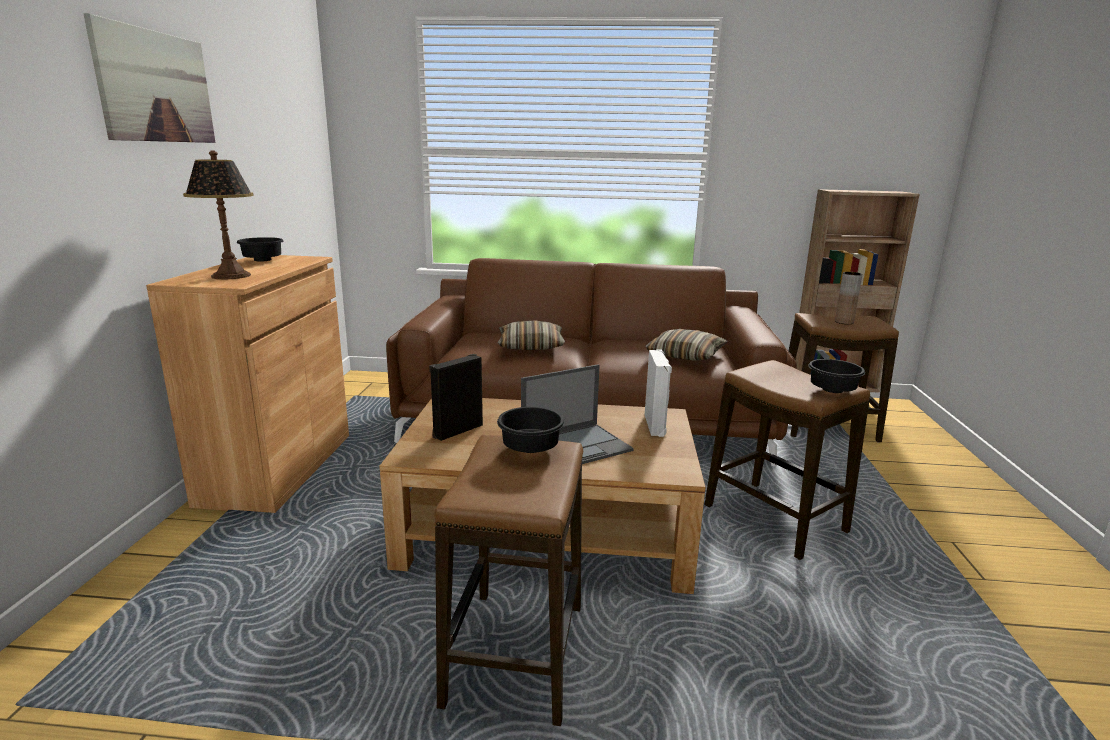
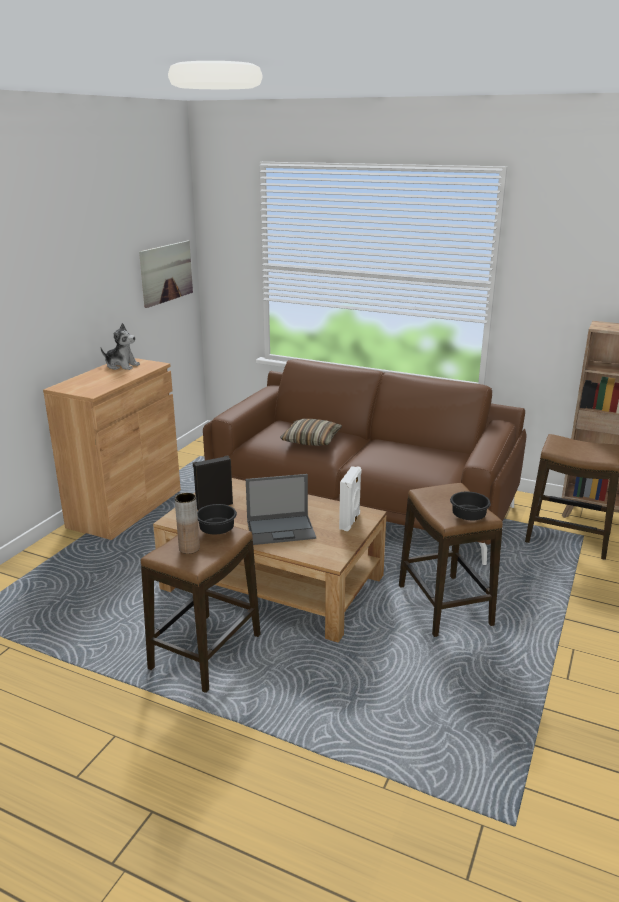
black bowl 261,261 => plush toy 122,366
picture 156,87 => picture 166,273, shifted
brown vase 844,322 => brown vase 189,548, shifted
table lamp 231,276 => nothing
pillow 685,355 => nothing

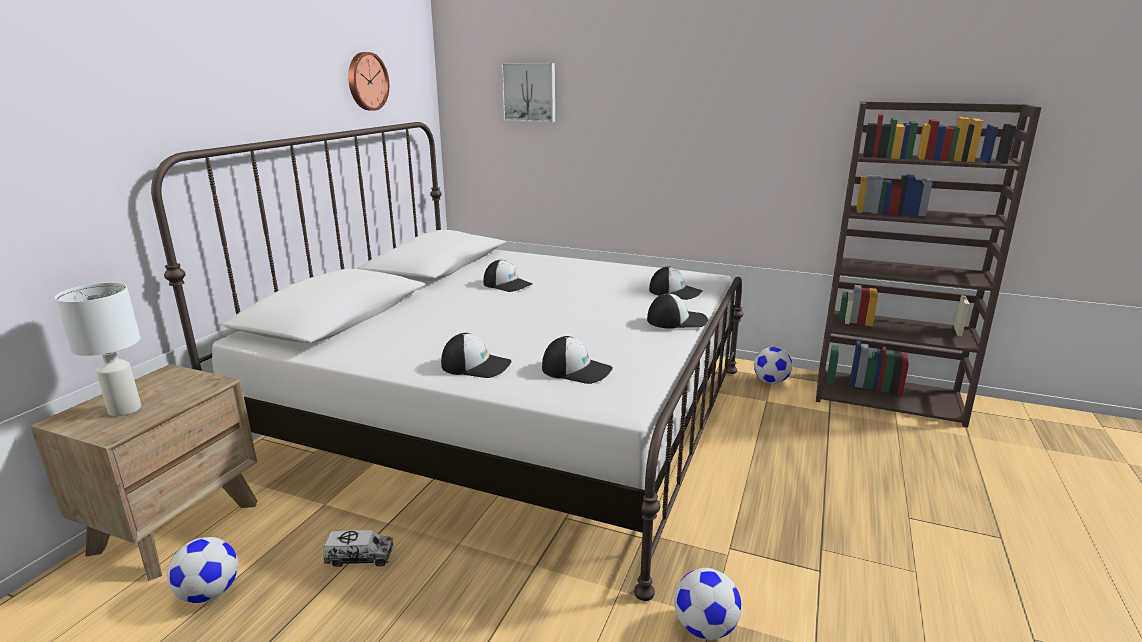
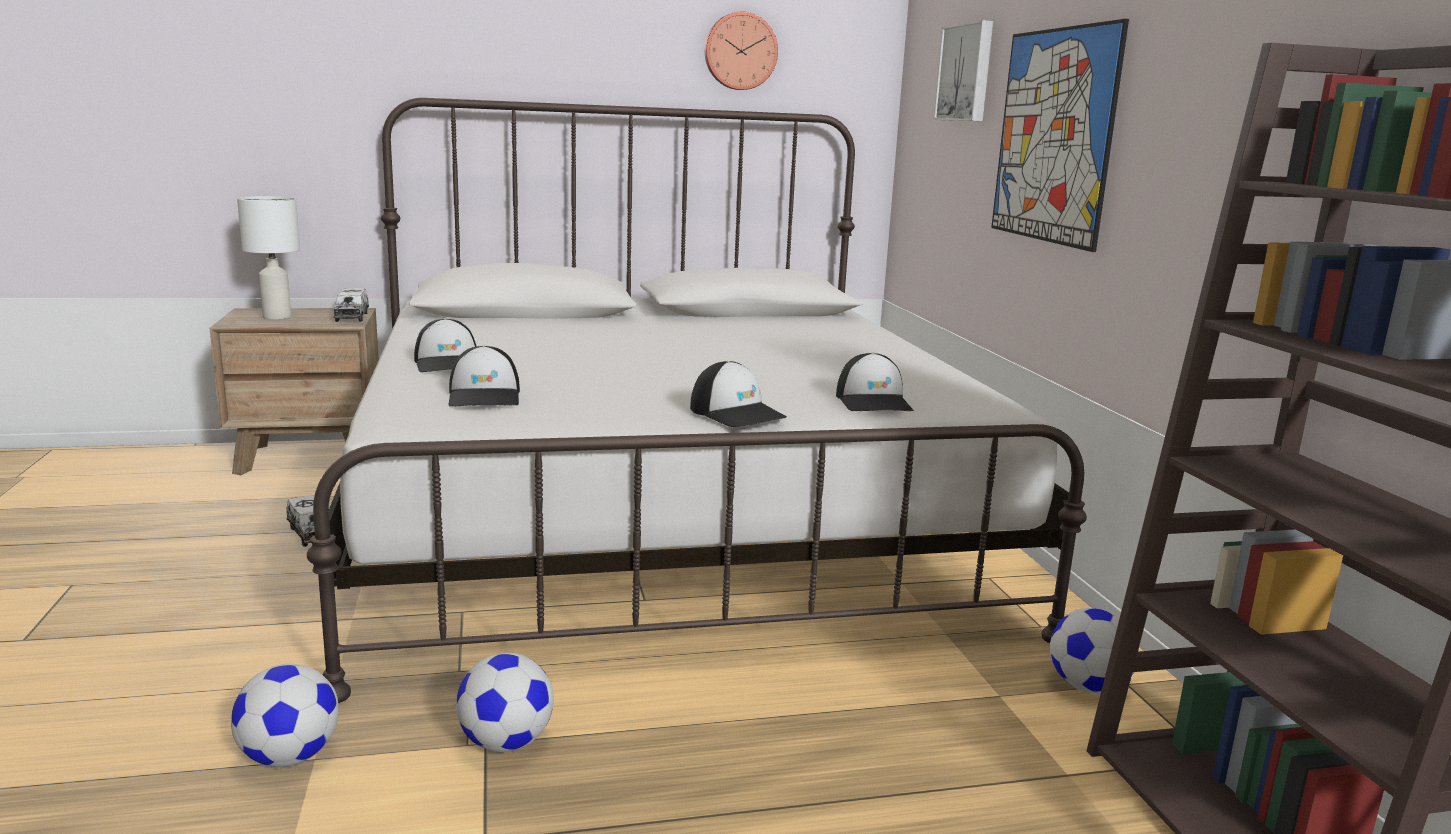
nothing => toy truck 352,316
football 209,593 => football 506,742, shifted
nothing => picture 1053,136
cap 507,284 => nothing

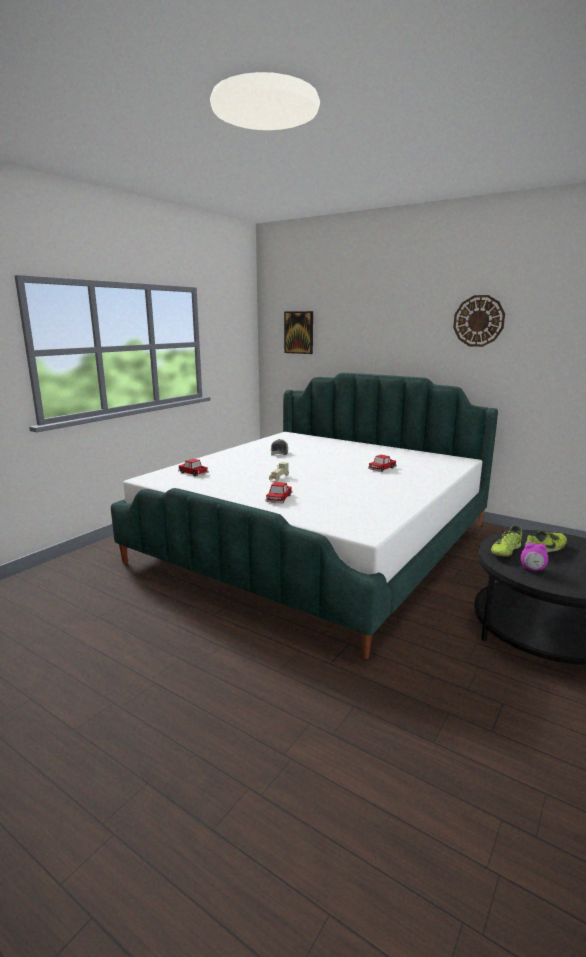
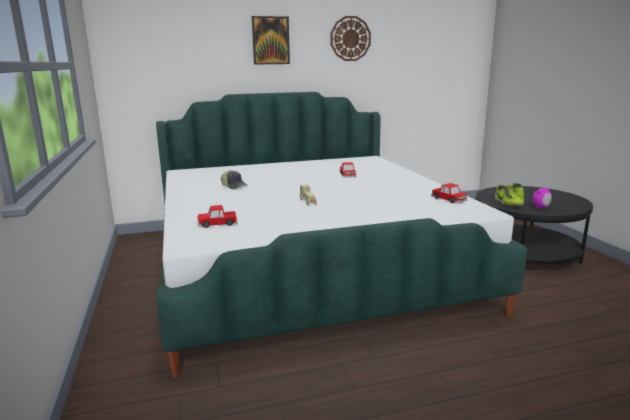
picture 299,332 => picture 270,40, shifted
toy car 279,498 => toy car 449,199, shifted

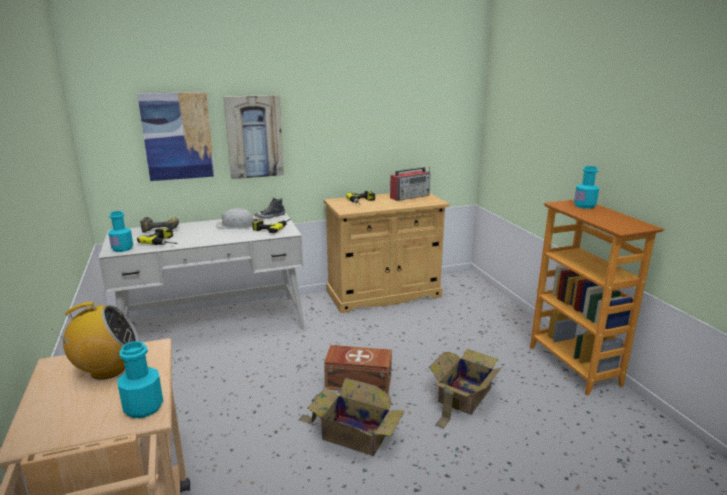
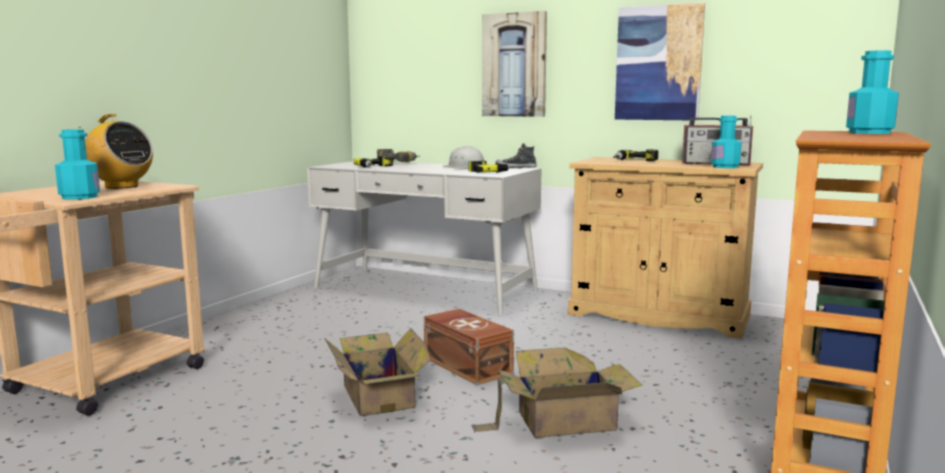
picture 178,136 => picture 658,63, shifted
turquoise bottle 122,248 => turquoise bottle 725,167, shifted

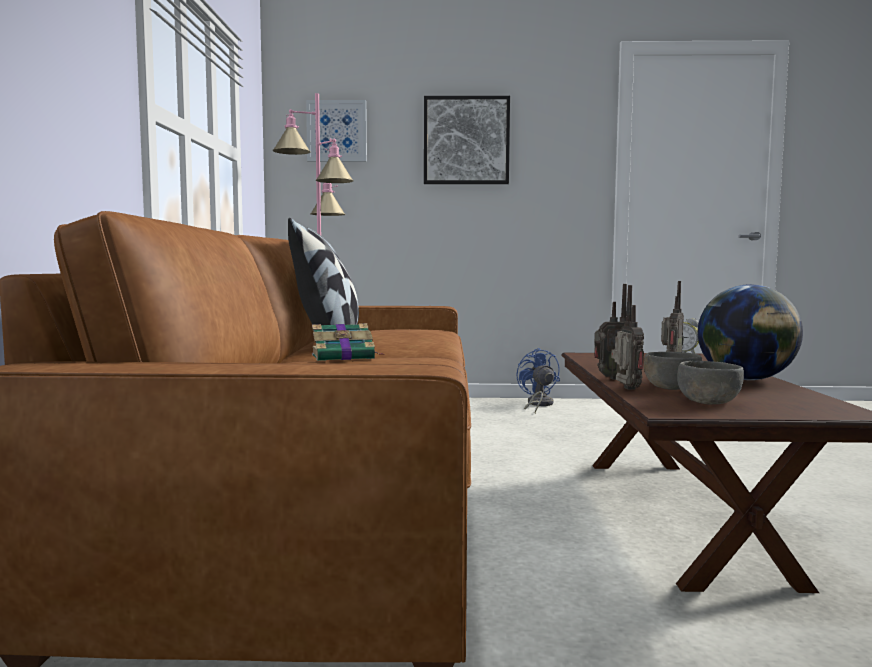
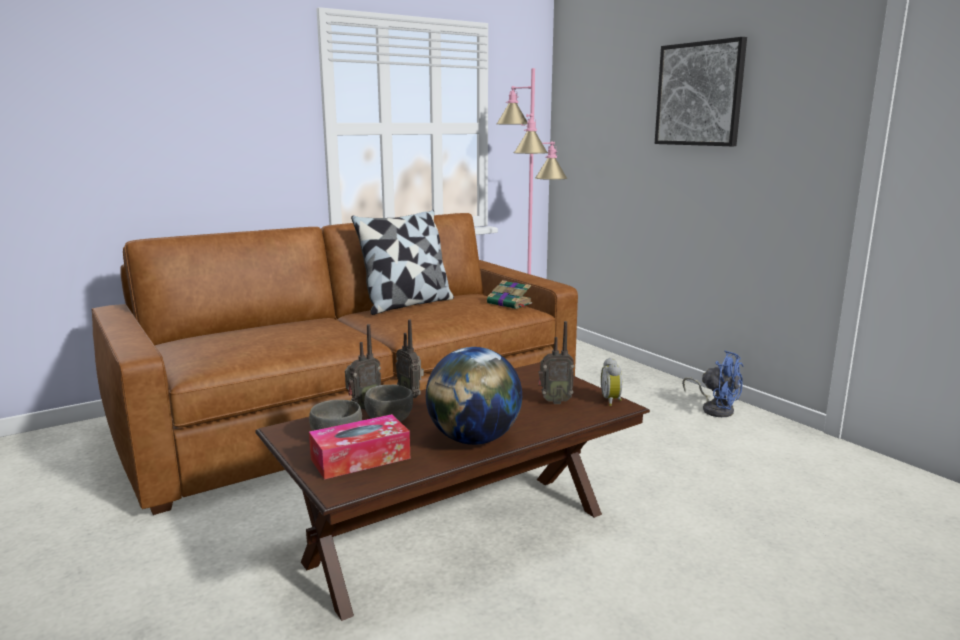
nothing => tissue box 360,459
book 344,357 => book 510,303, shifted
blue fan 538,404 => blue fan 715,409, 90 degrees clockwise
picture 337,131 => nothing

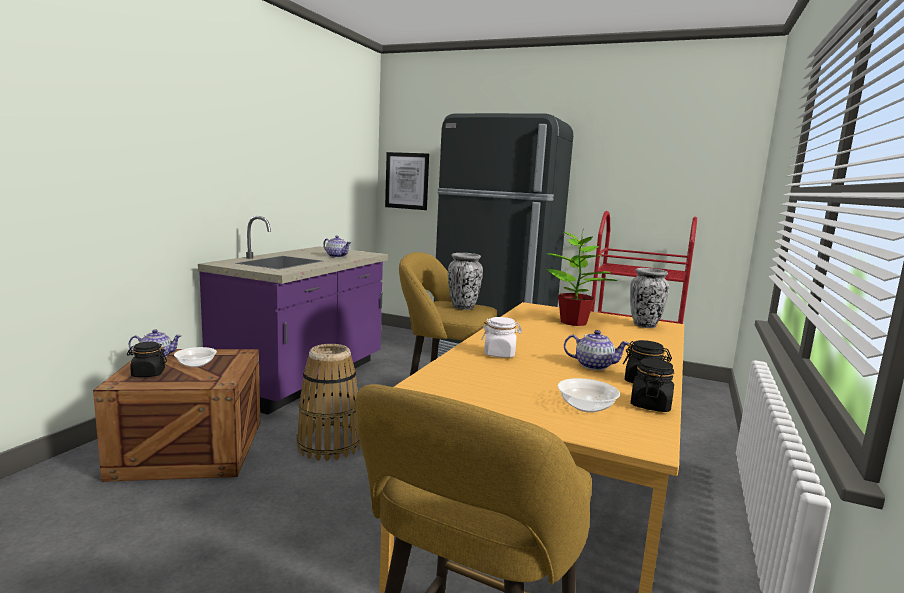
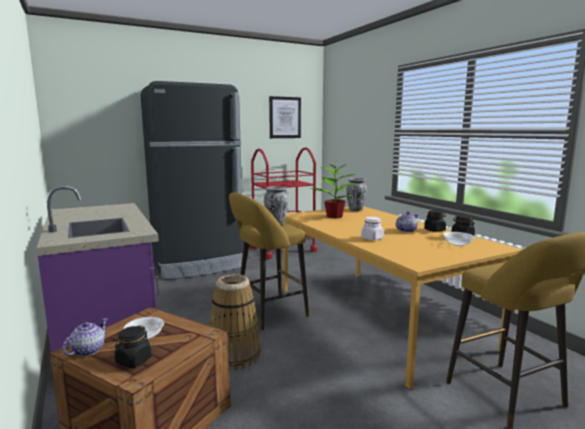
picture 407,181 => picture 285,117, shifted
teapot 336,256 => nothing

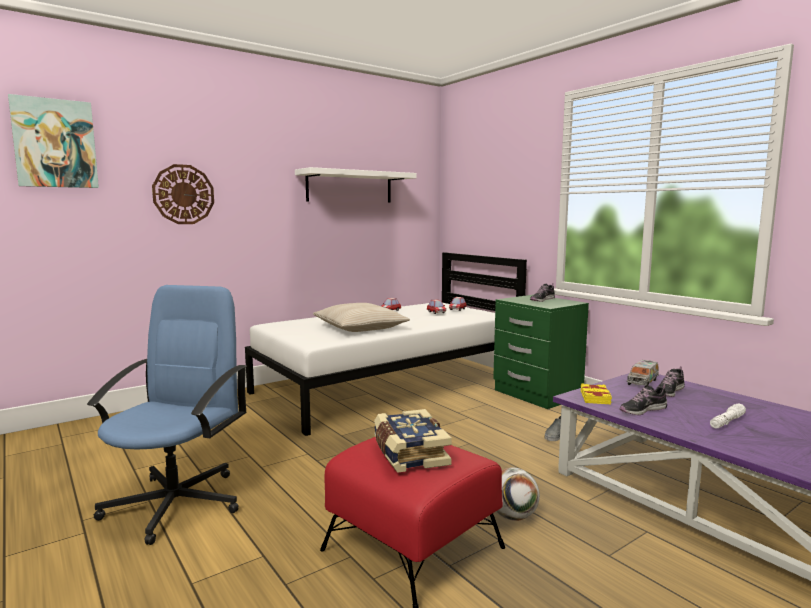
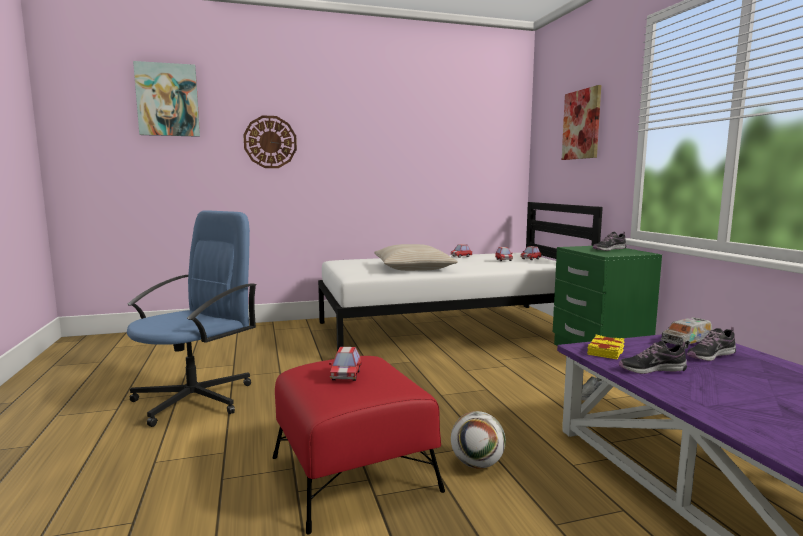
book 408,453 => toy car 346,375
nothing => picture 581,124
white shelf 350,187 => nothing
white flashlight 727,422 => nothing

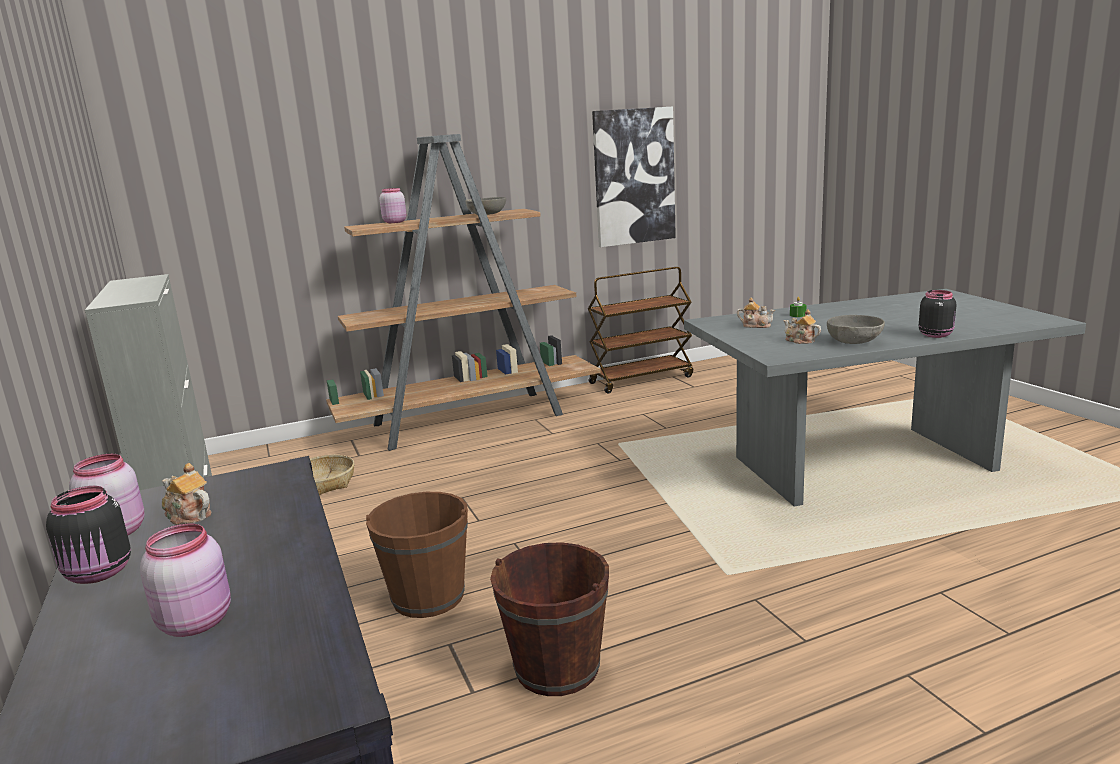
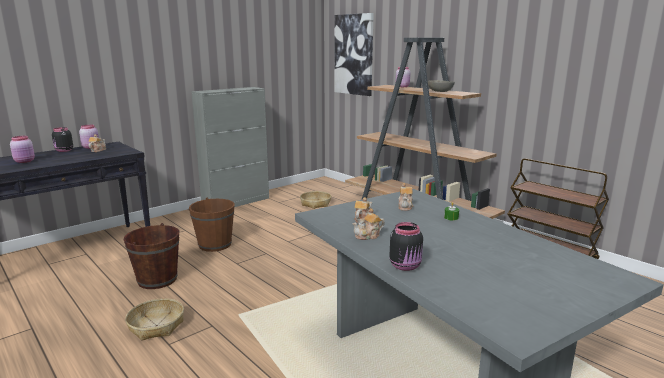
nothing => basket 156,325
picture 634,177 => picture 354,54, shifted
grey bowl 855,341 => teapot 368,236

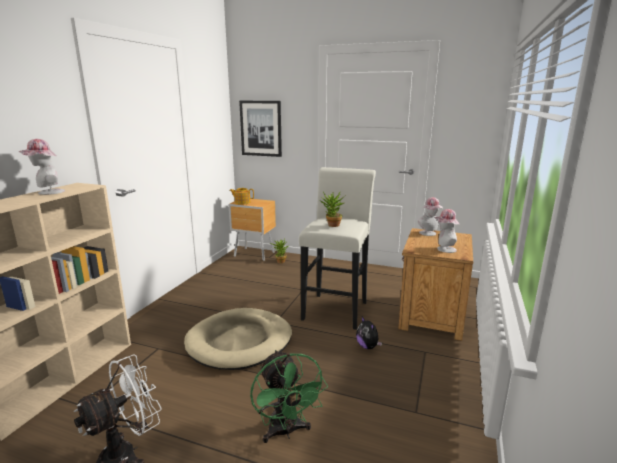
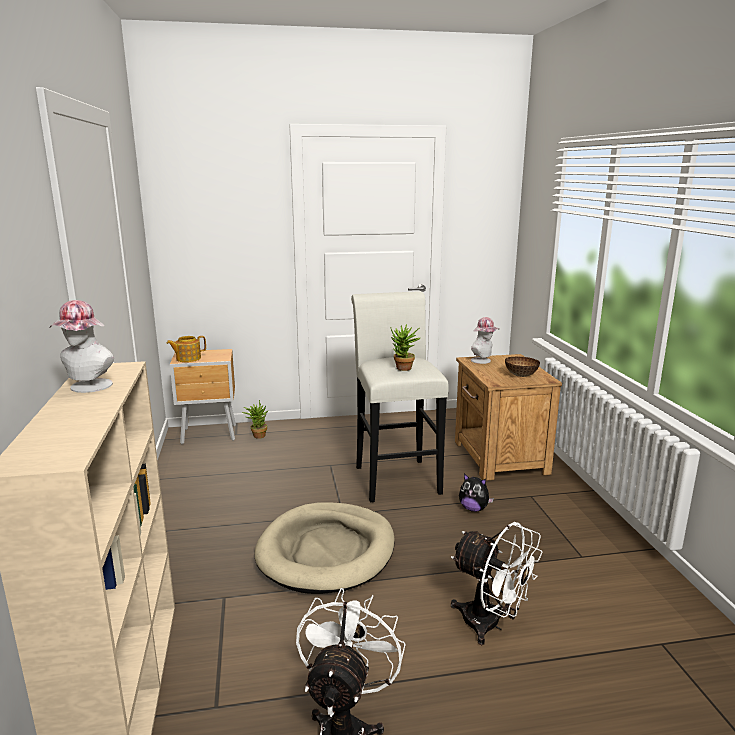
green fan 286,432 => white fan 490,625
hat 444,249 => bowl 521,376
picture 261,128 => nothing

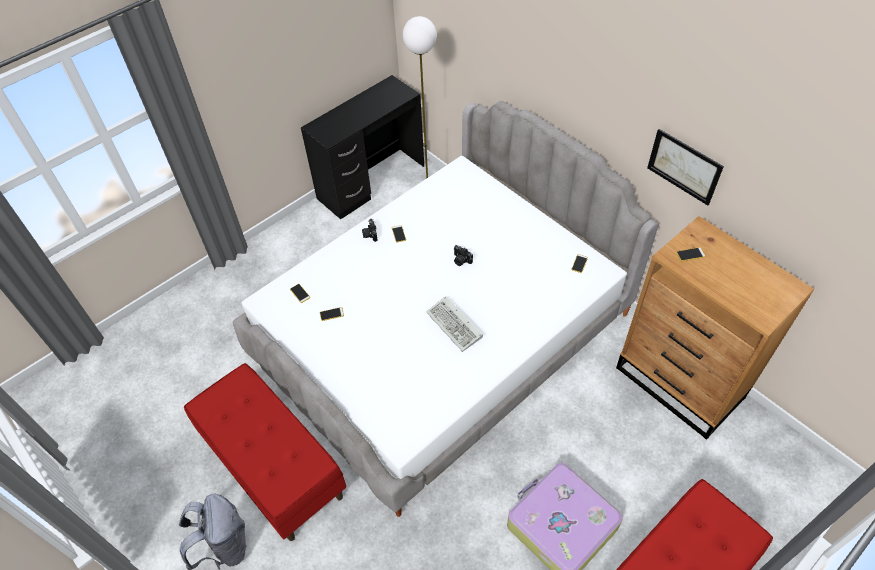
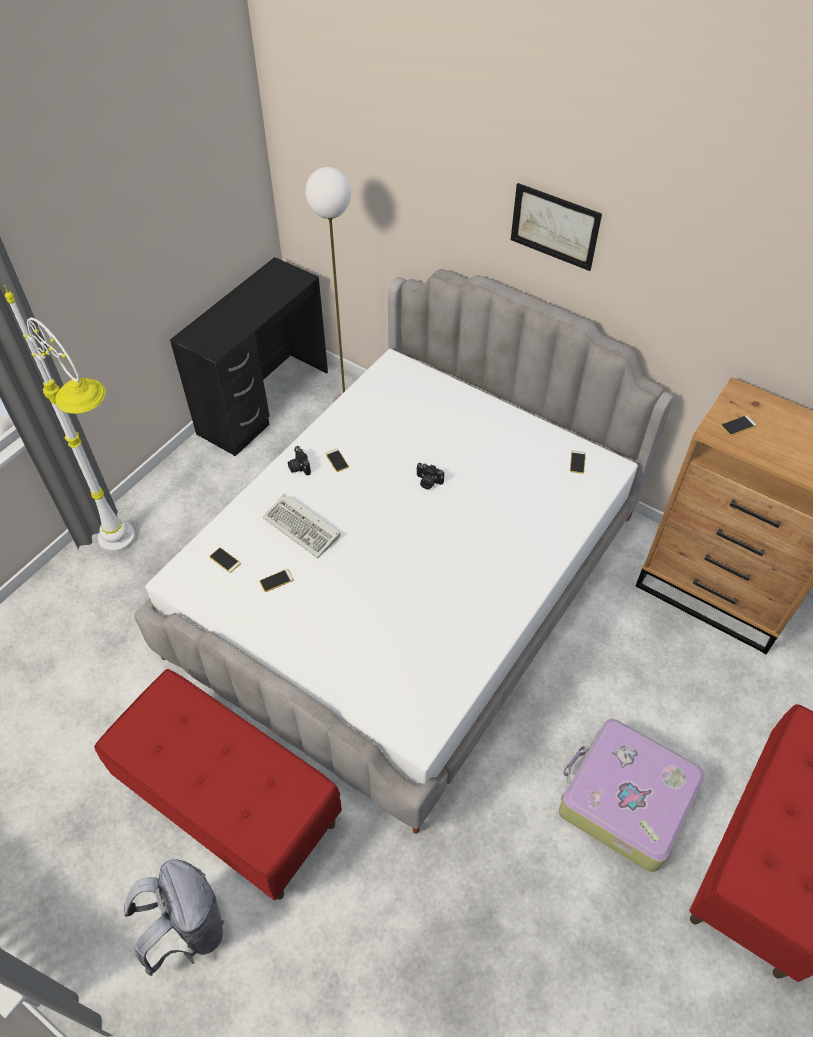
nothing => white floor lamp 136,556
keyboard 455,326 => keyboard 303,528, shifted
picture 684,166 => picture 554,226, shifted

